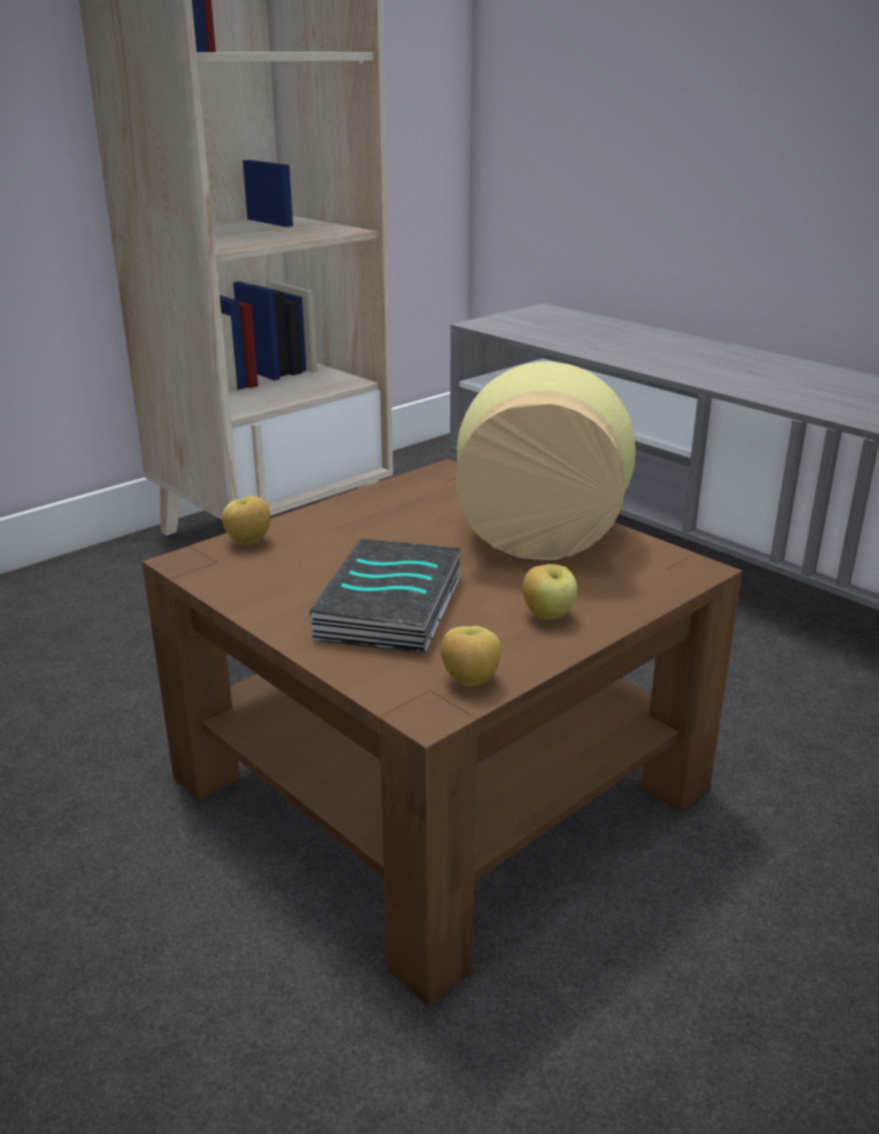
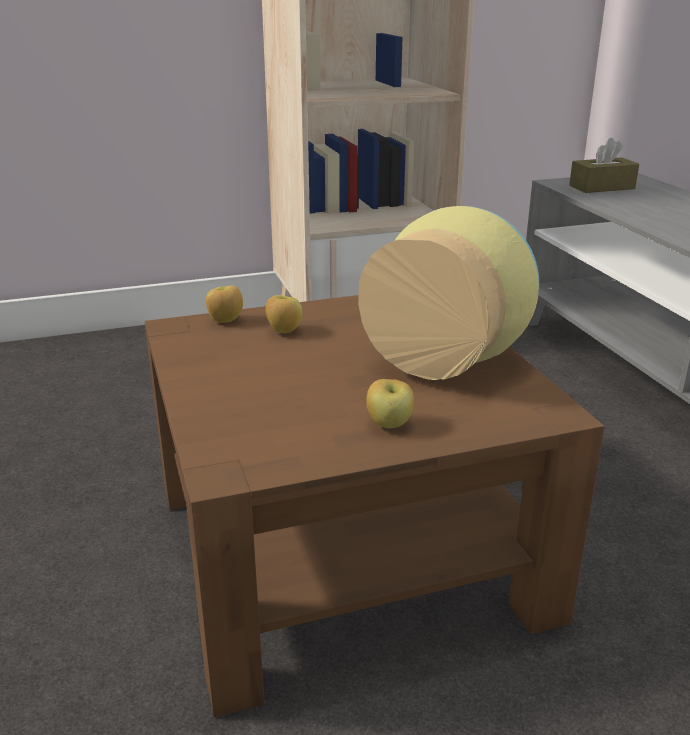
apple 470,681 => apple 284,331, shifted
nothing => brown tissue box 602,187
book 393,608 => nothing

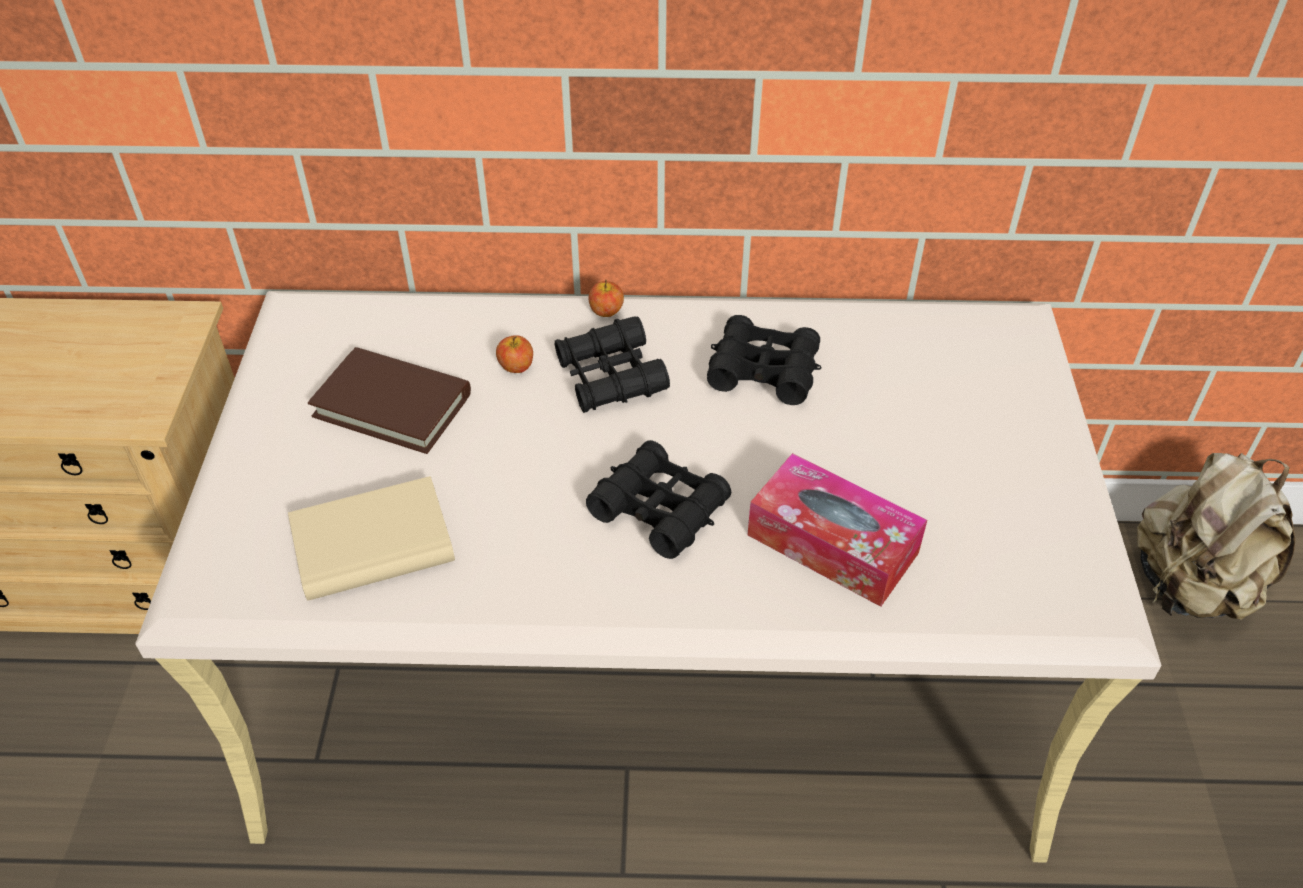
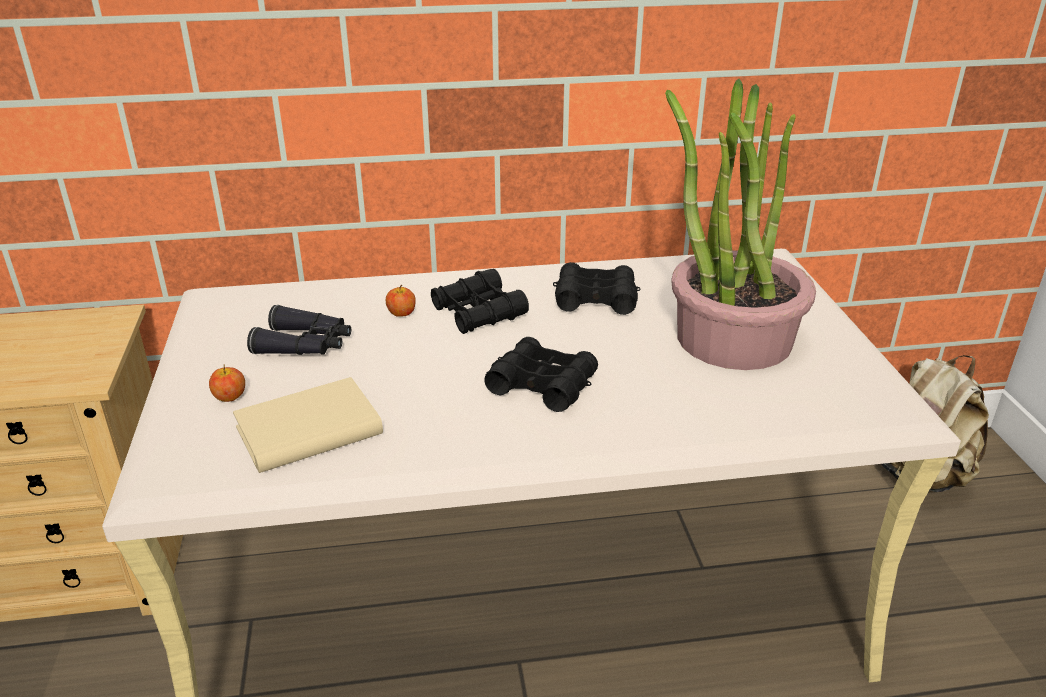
apple 606,311 => apple 230,397, shifted
brown book 392,405 => black binoculars 305,344
nothing => potted plant 732,338
tissue box 832,544 => nothing

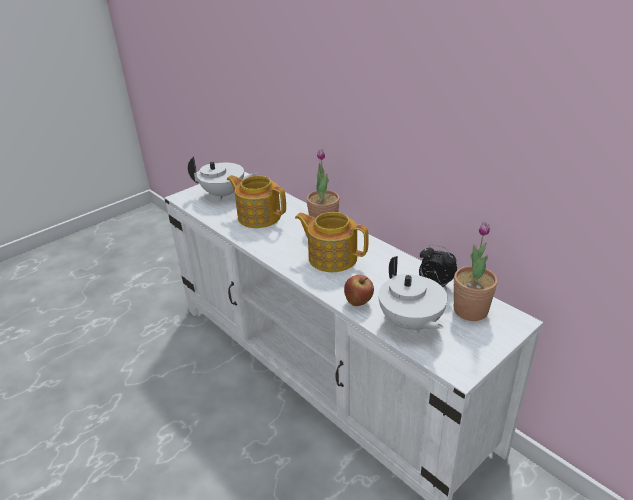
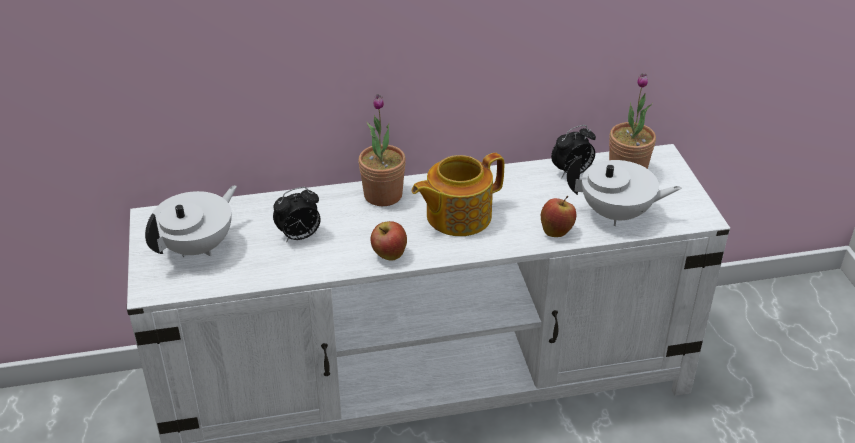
teapot 258,216 => alarm clock 299,237
nothing => apple 389,255

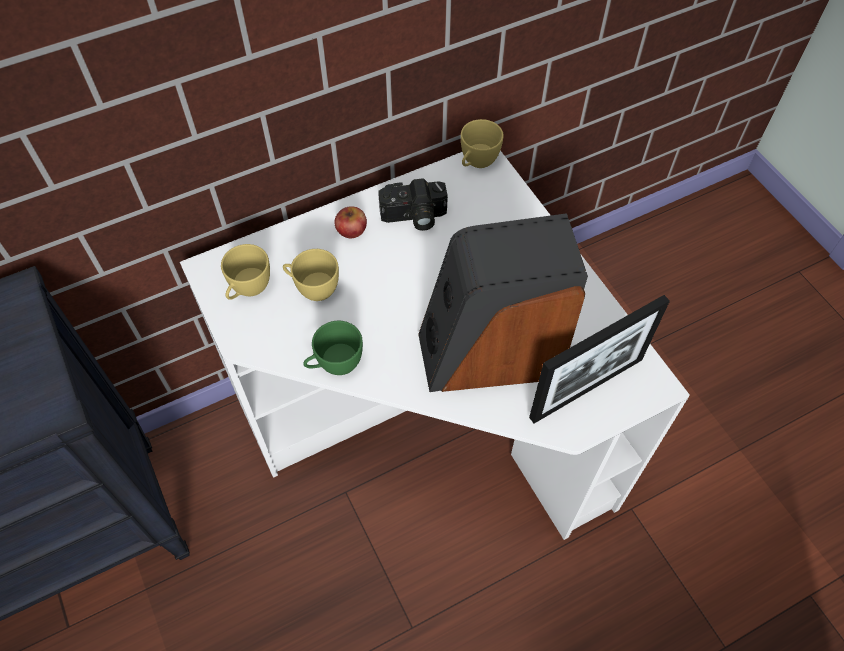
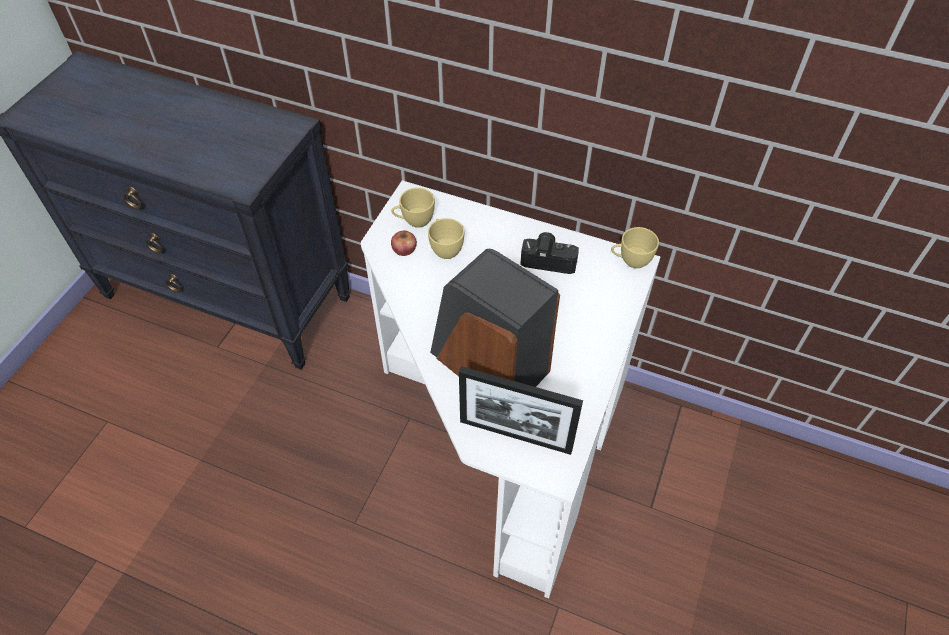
apple 351,229 => apple 404,249, shifted
photo camera 414,217 => photo camera 549,259, 150 degrees clockwise
green cup 335,365 => nothing

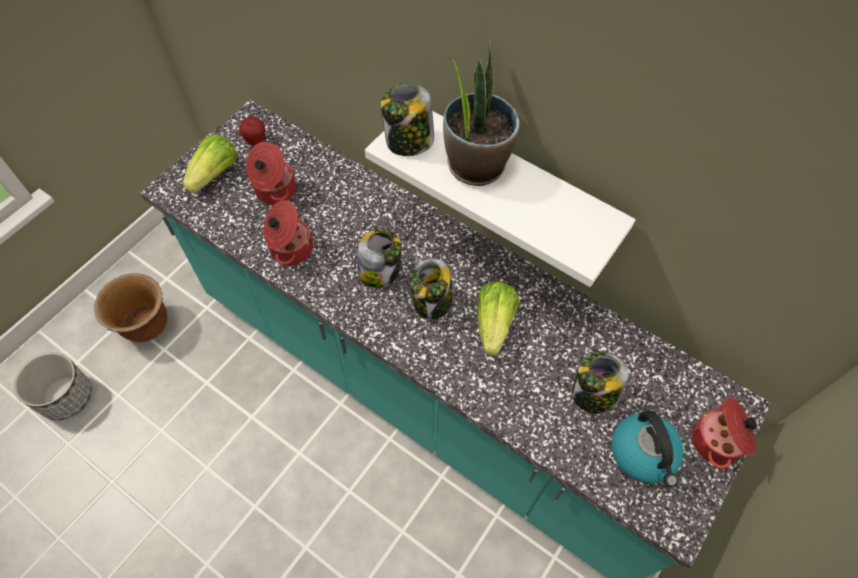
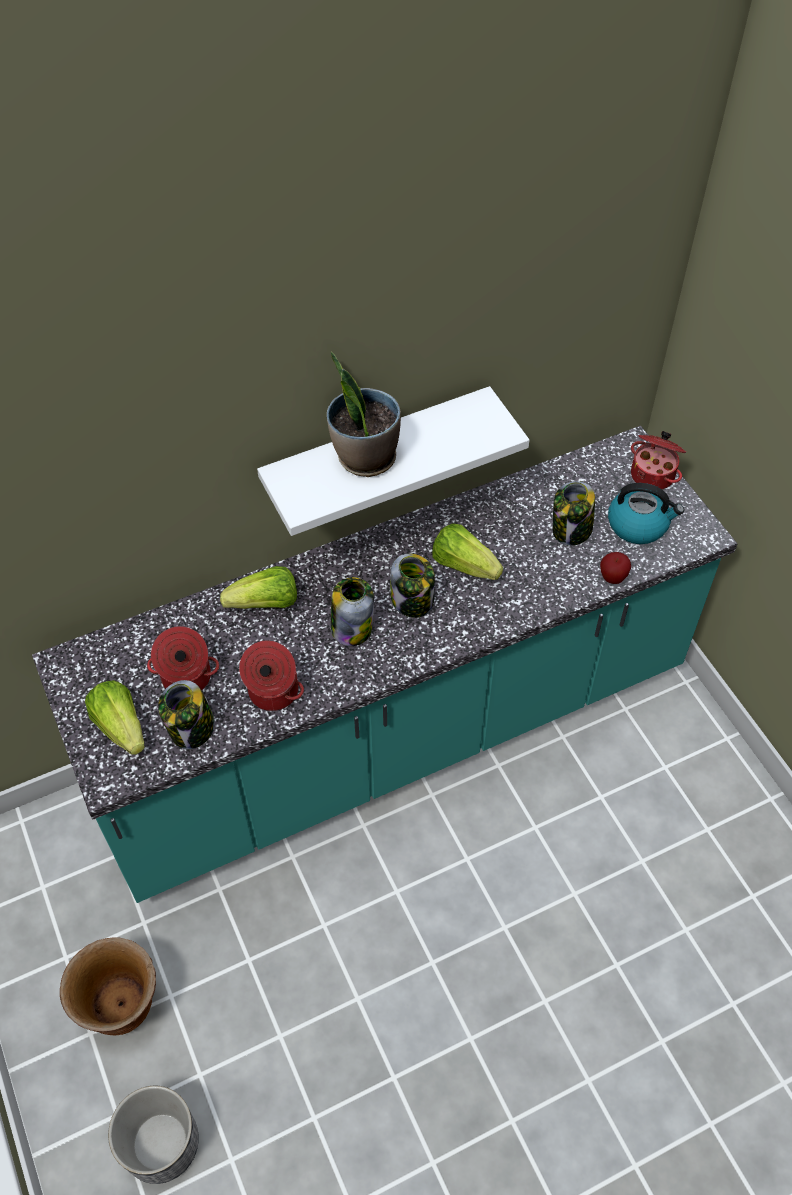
jar 408,141 => jar 191,729, shifted
nothing => lettuce 265,604
apple 256,140 => apple 612,578, shifted

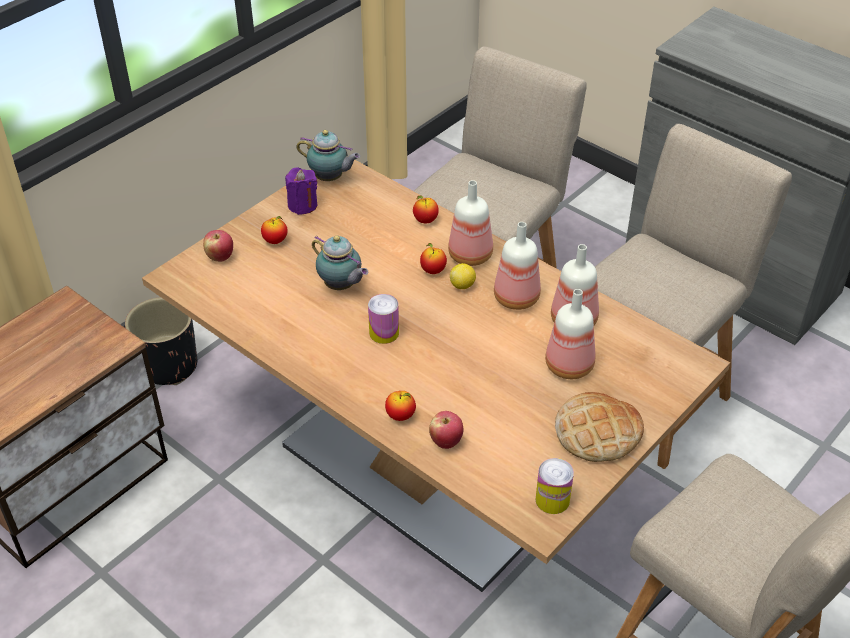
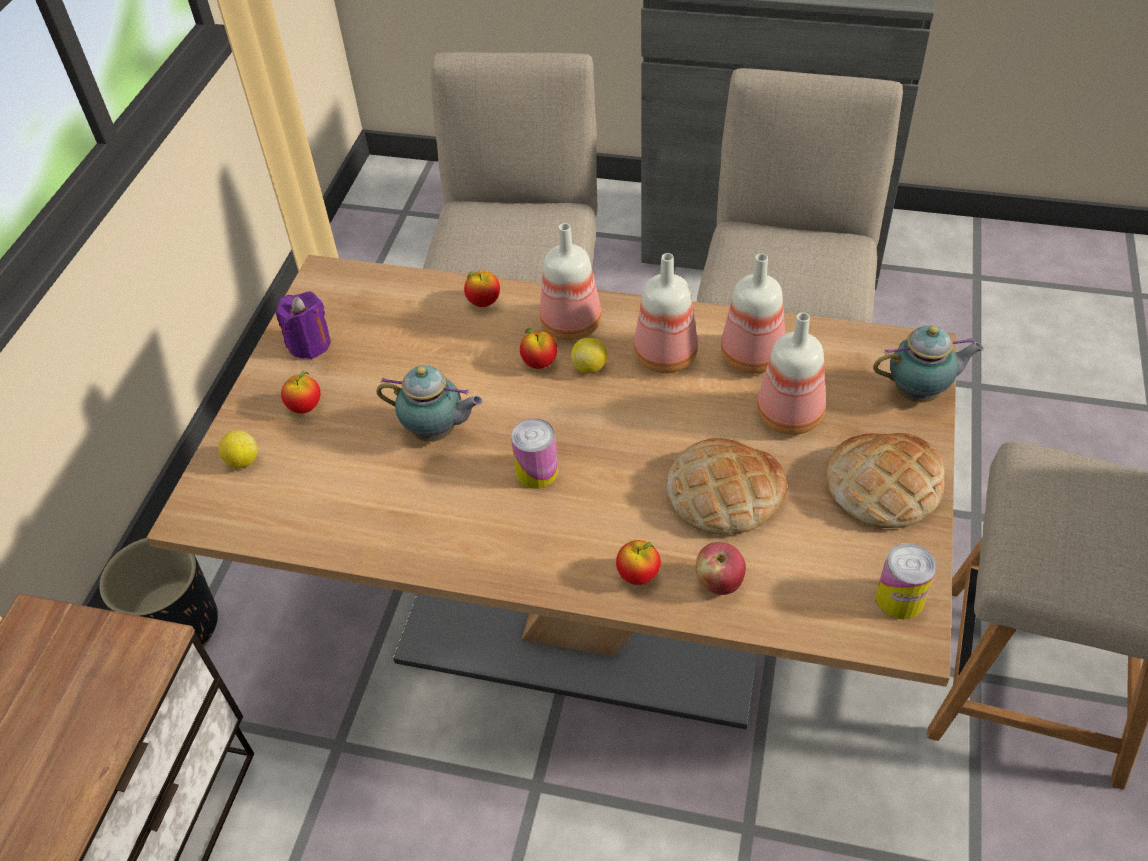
apple 220,257 => lemon 242,461
nothing => bread 724,493
teapot 330,178 => teapot 920,393, shifted

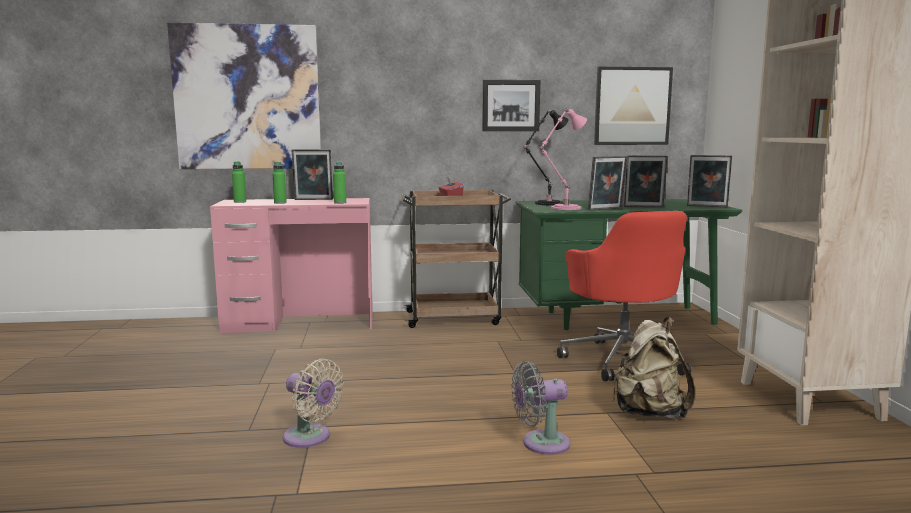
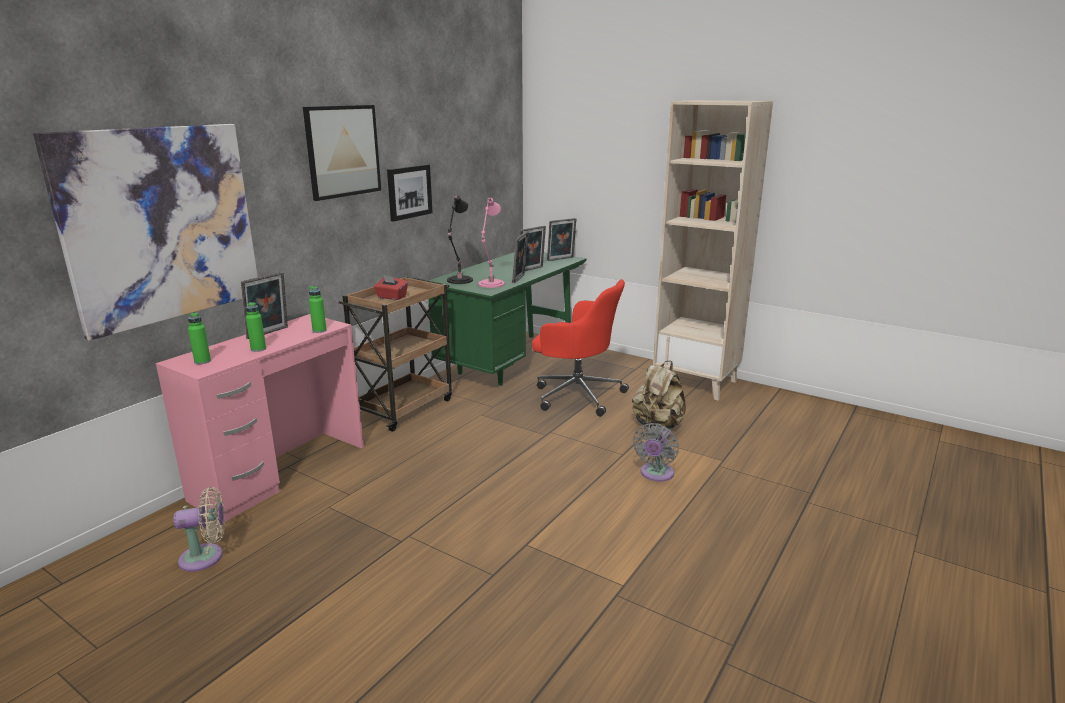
beige fan 310,438 => beige fan 206,557, shifted
picture 632,106 => picture 343,151, shifted

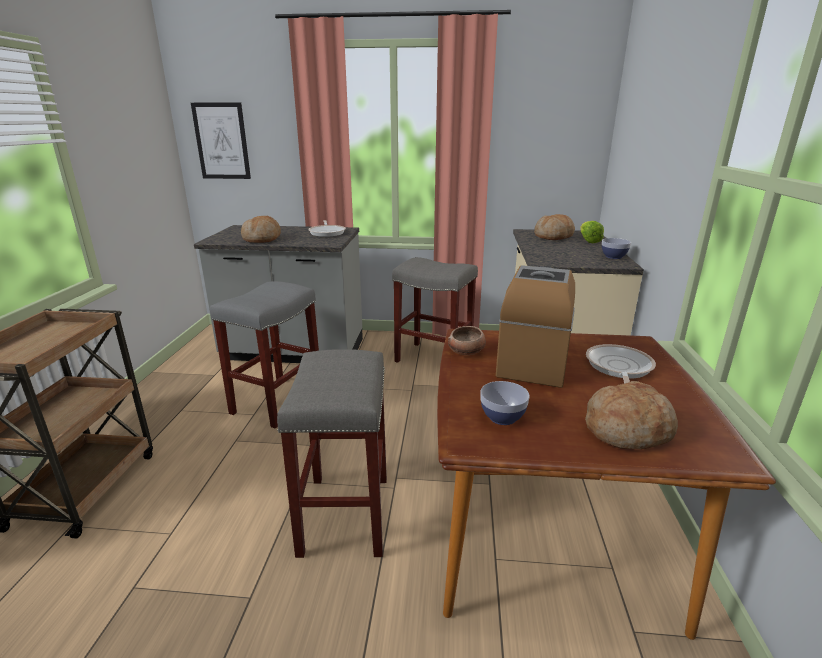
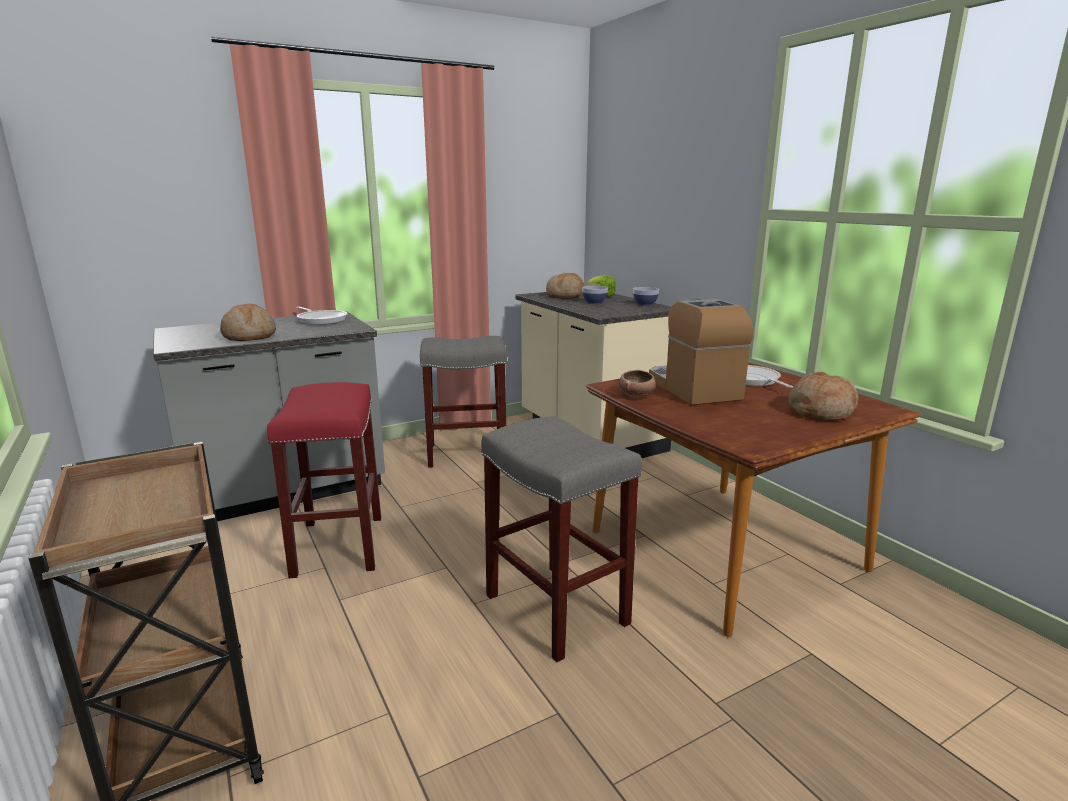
grey stool 277,401 => red stool 338,545
bowl 502,417 => bowl 594,302, shifted
picture 221,141 => nothing

